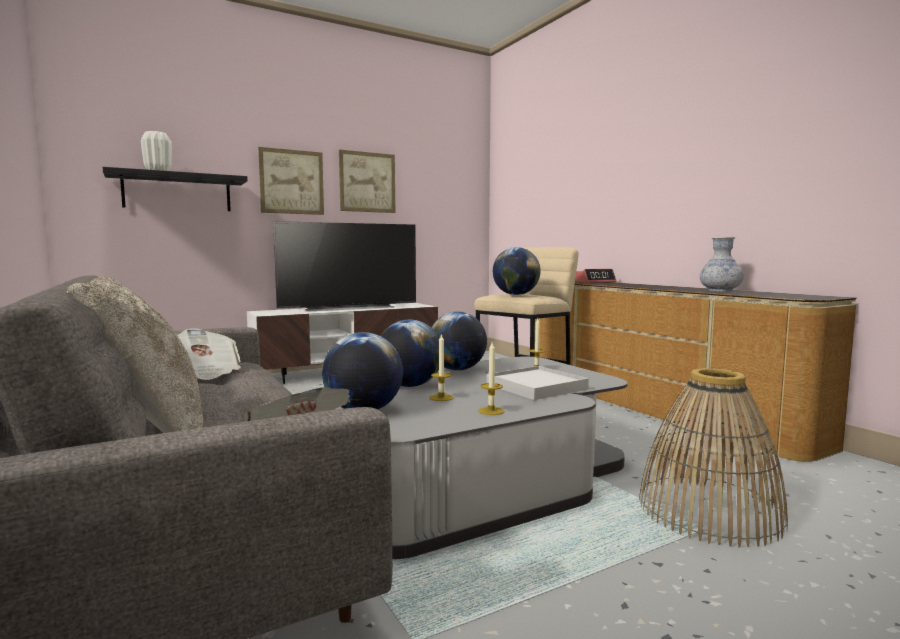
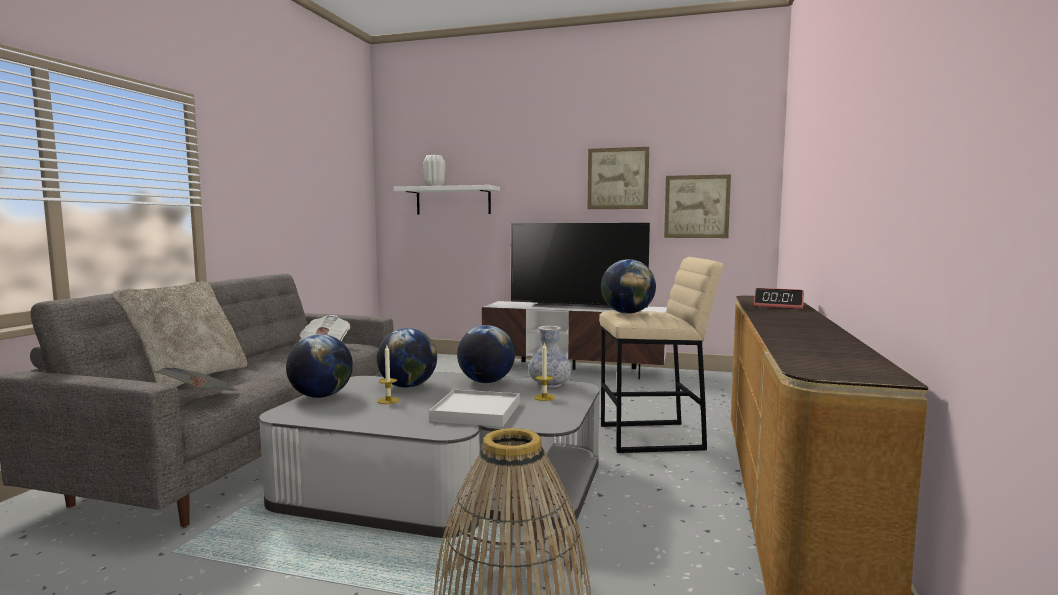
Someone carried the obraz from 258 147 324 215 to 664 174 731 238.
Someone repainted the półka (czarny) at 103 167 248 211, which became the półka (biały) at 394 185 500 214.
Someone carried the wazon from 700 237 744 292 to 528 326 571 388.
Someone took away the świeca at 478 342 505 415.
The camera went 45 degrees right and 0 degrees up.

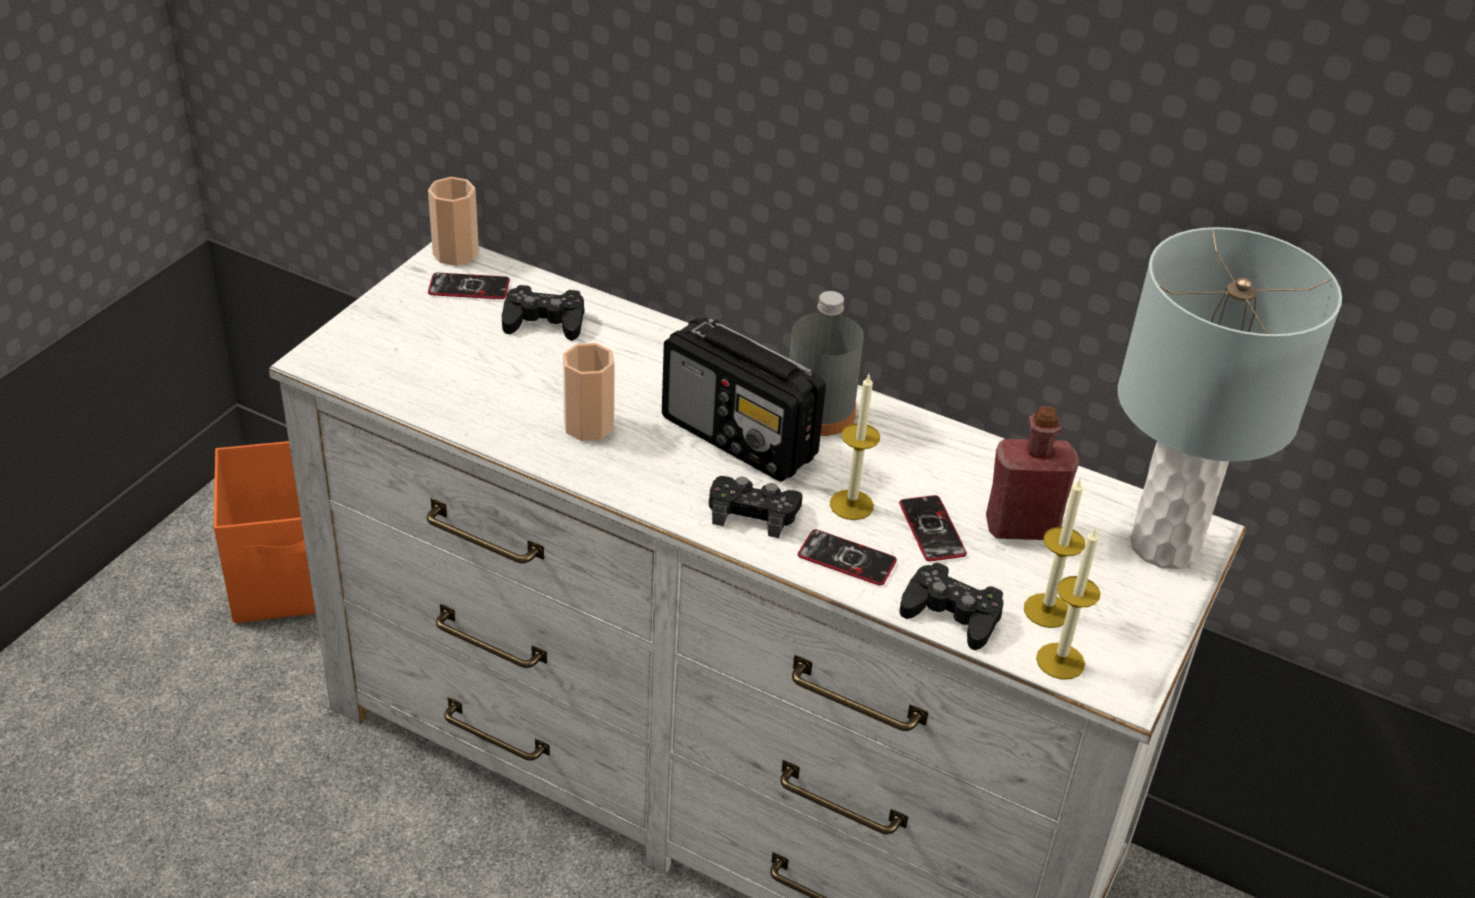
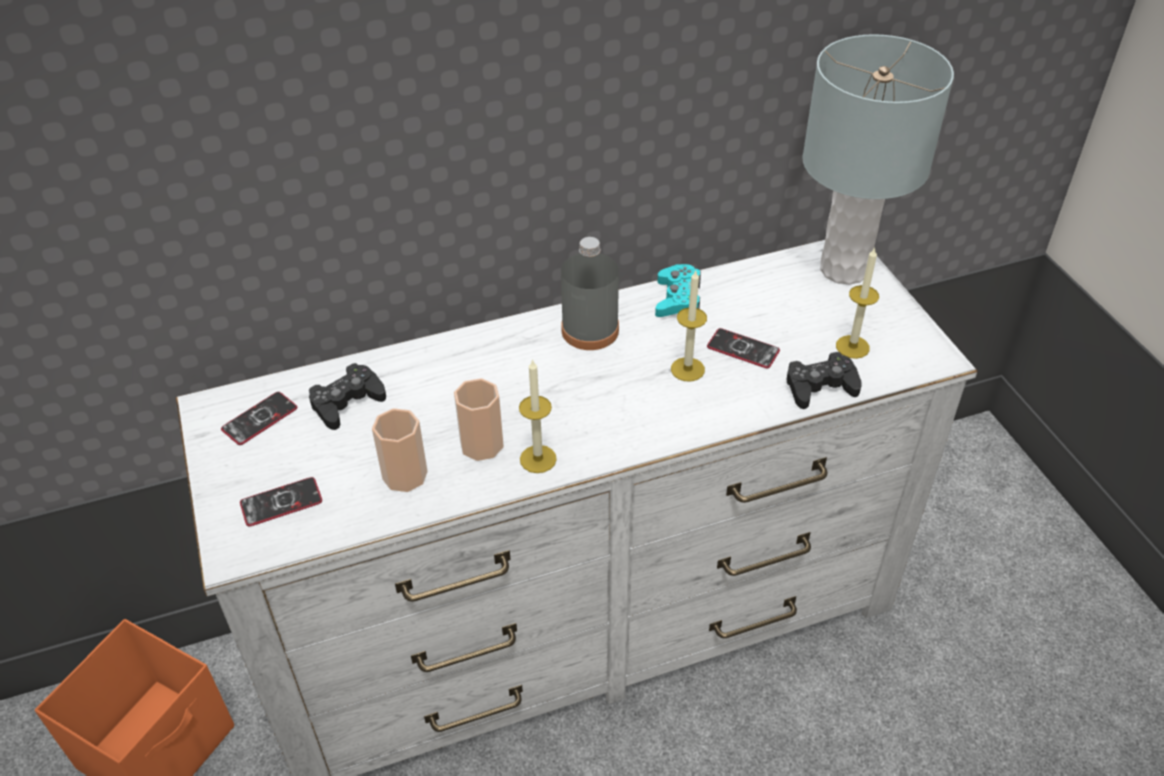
Someone carried the filiżanka from 428 177 479 266 to 372 408 428 492.
Someone took away the radio at 662 318 826 482.
Someone took away the butelka (czerwony) at 986 406 1080 540.
Someone took away the pad do gier (czarny) at 709 476 803 538.
Someone carried the świeca from 1036 527 1101 680 to 519 359 557 473.
Someone carried the telefon from 798 529 897 585 to 240 477 322 527.
Someone put down the pad do gier (turkusowy) at 655 264 701 317.
The camera went 45 degrees left and 5 degrees up.

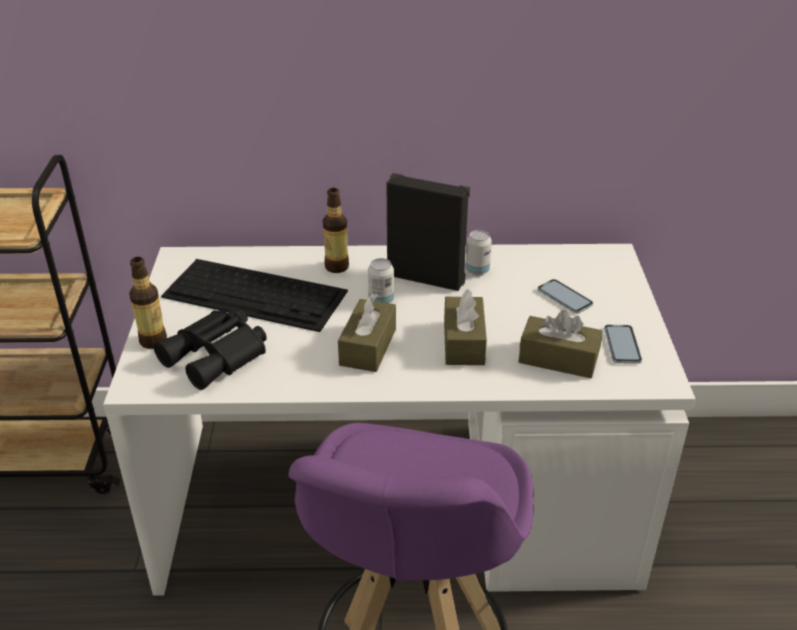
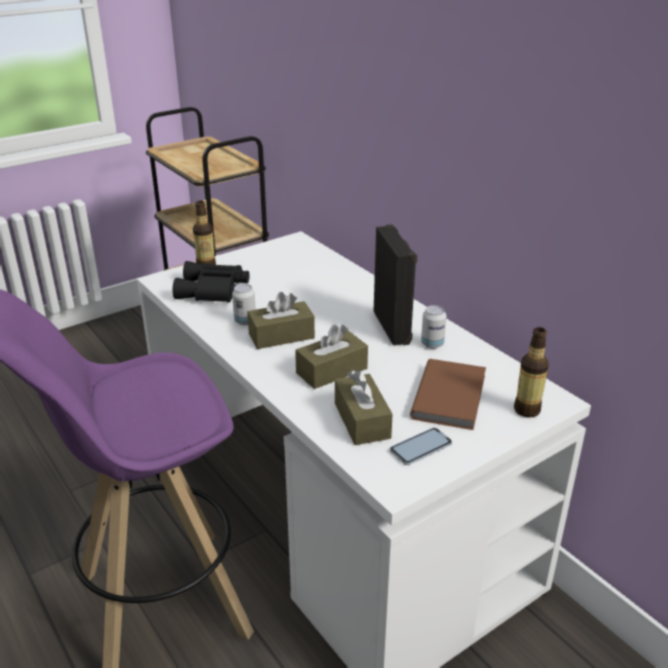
Someone carried the butelka from 323 188 349 273 to 514 327 549 418.
Someone carried the puszka from 368 258 394 303 to 232 284 256 325.
Someone took away the klawiatura at 161 259 348 332.
Someone swapped the telefon at 537 279 593 314 for the książka (brązowy) at 410 359 486 430.
The camera went 55 degrees right and 5 degrees down.

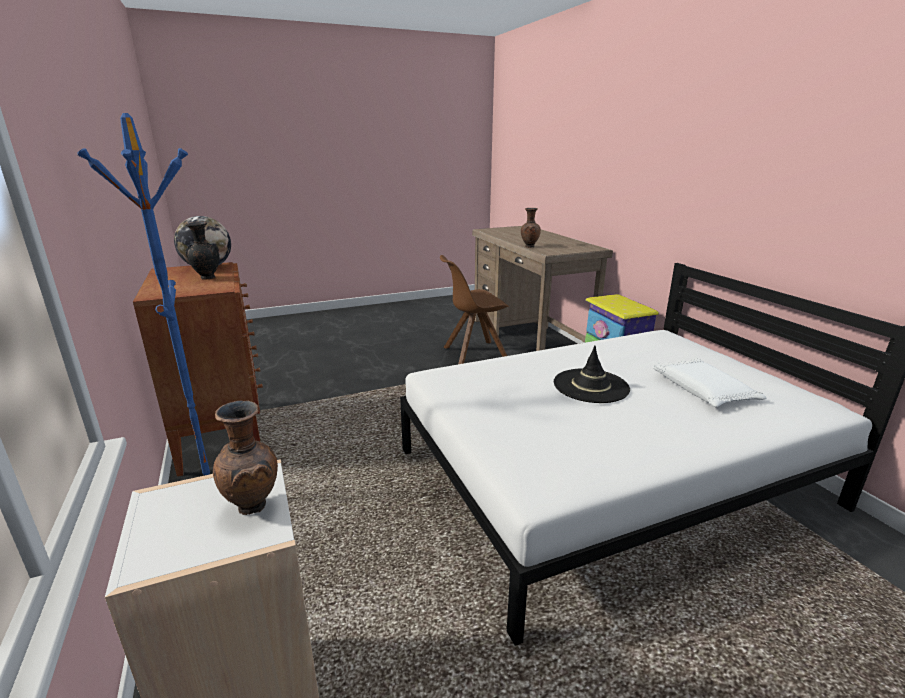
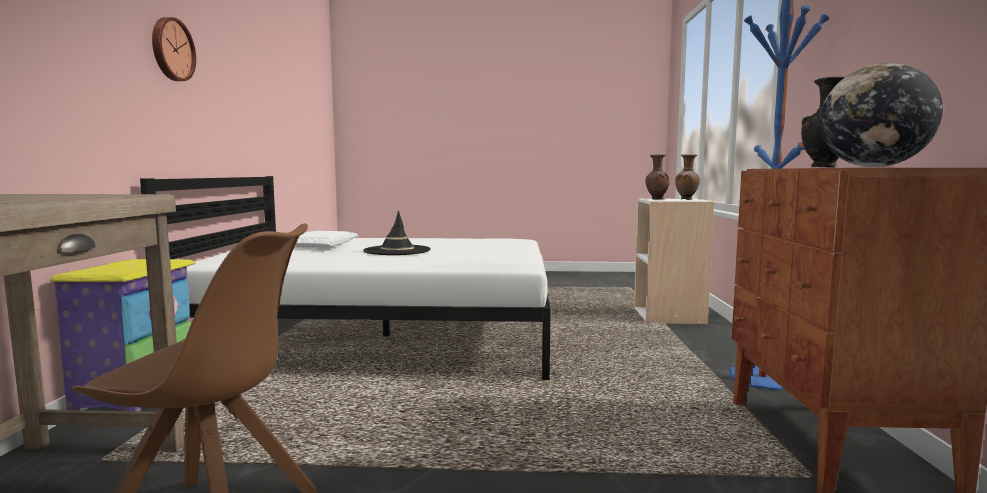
Someone carried the wazon (brązowy) from 521 208 541 248 to 675 154 700 200.
Someone put up the zegar ścienny at 152 17 196 81.
The camera went 155 degrees left and 15 degrees down.

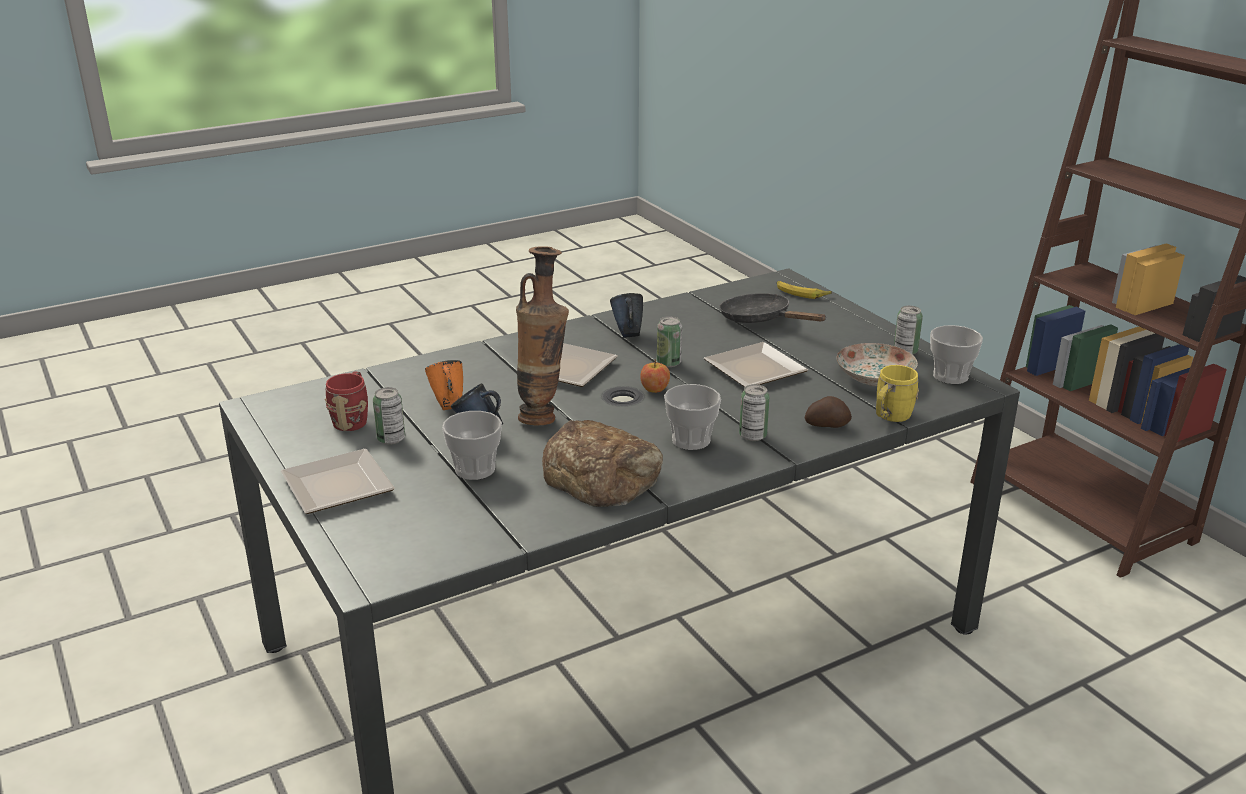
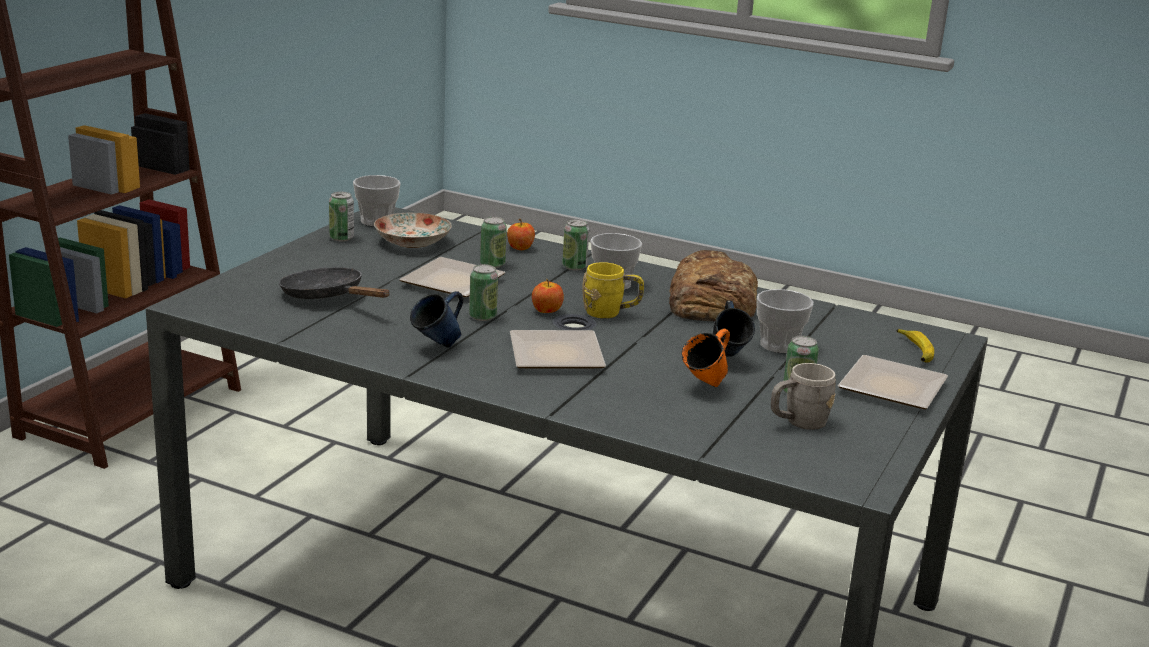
Someone took away the wazon at 516 246 569 425.
Someone carried the banan from 777 281 832 299 to 897 329 934 363.
Someone rotated the patelnia (czarny) at 719 293 826 323 by 120 degrees clockwise.
Someone carried the kubek (żółty) from 876 365 919 422 to 582 262 644 319.
Someone repainted the kubek (czerwony) at 325 372 368 431, which became the kubek (szary) at 771 363 836 430.
Someone swapped the ziemniak at 805 396 852 428 for the jabłko at 507 219 535 250.
Someone put down the puszka at 480 217 507 268.
The camera went 125 degrees left and 5 degrees down.

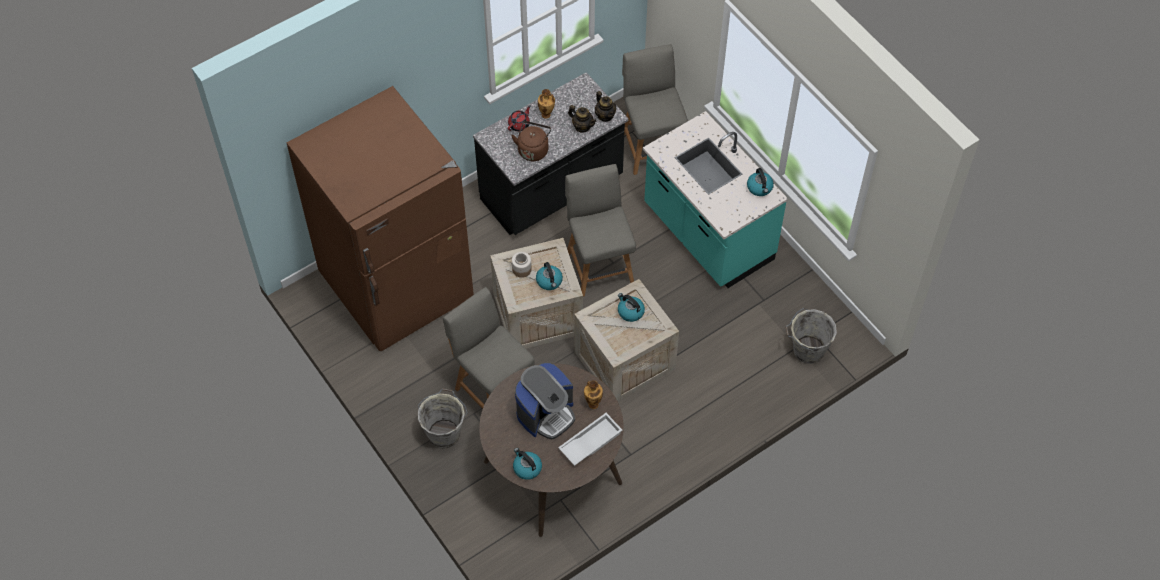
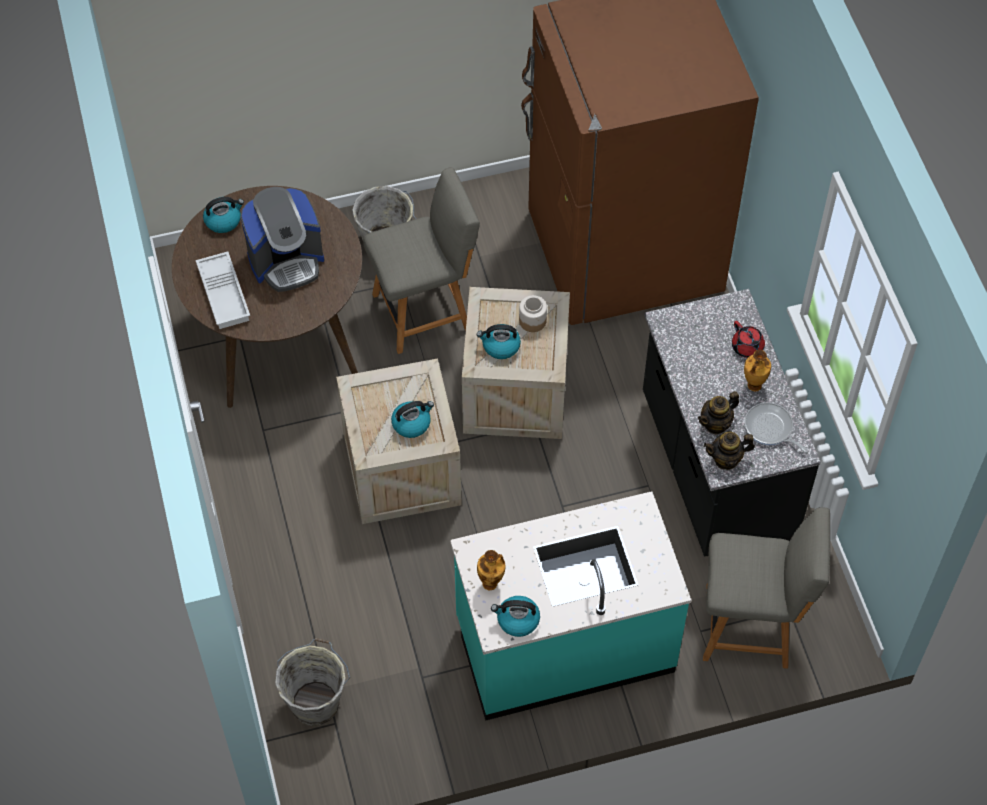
Someone took away the czajnik (brązowy) at 511 121 551 161.
Someone took away the krzesło (szary) at 565 164 636 296.
Someone rotated the ekspres do kawy at 515 363 575 440 by 90 degrees counterclockwise.
Someone carried the wazon from 584 380 603 409 to 477 550 505 590.
Someone put down the patelnia at 745 402 808 452.
The camera went 110 degrees right and 0 degrees up.

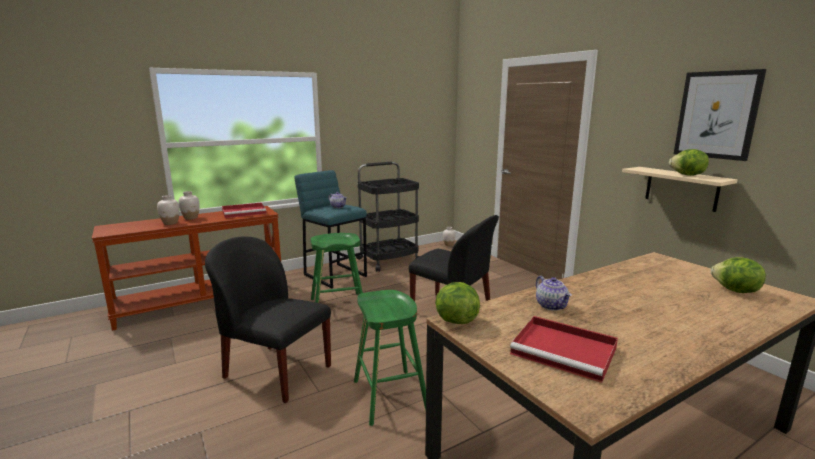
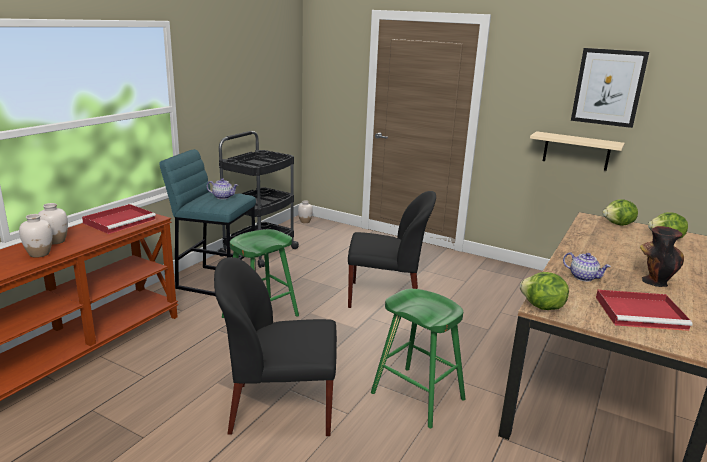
Someone carried the sałata from 669 149 709 176 to 603 199 638 226.
Someone put down the wazon at 640 226 684 287.
The camera went 30 degrees left and 5 degrees up.

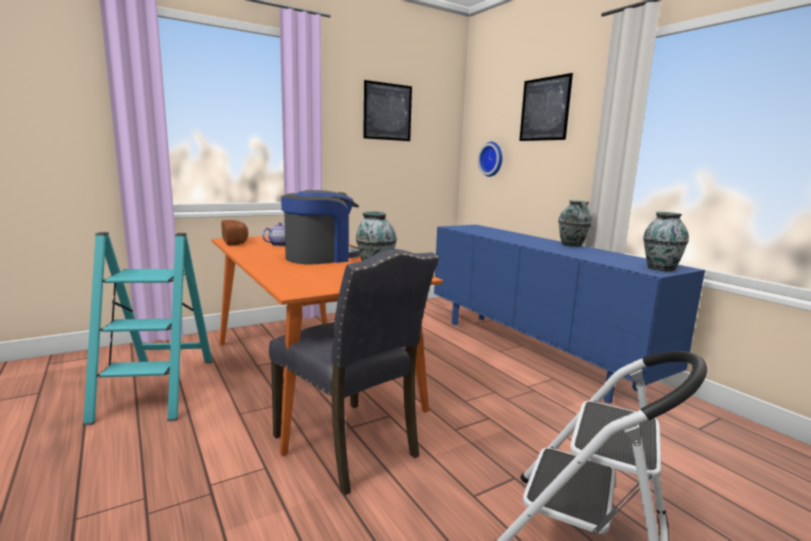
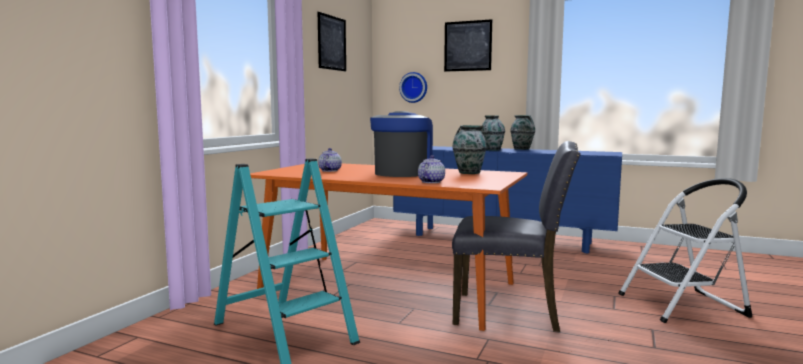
Someone carried the wazon from 643 212 689 271 to 481 115 505 151.
Someone took away the chleb at 221 220 248 245.
Someone put down the imbryk at 418 155 445 183.
The camera went 35 degrees left and 5 degrees down.

